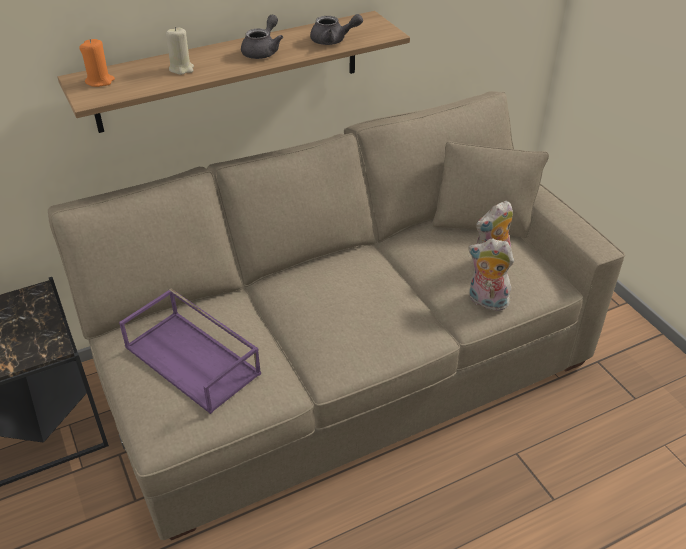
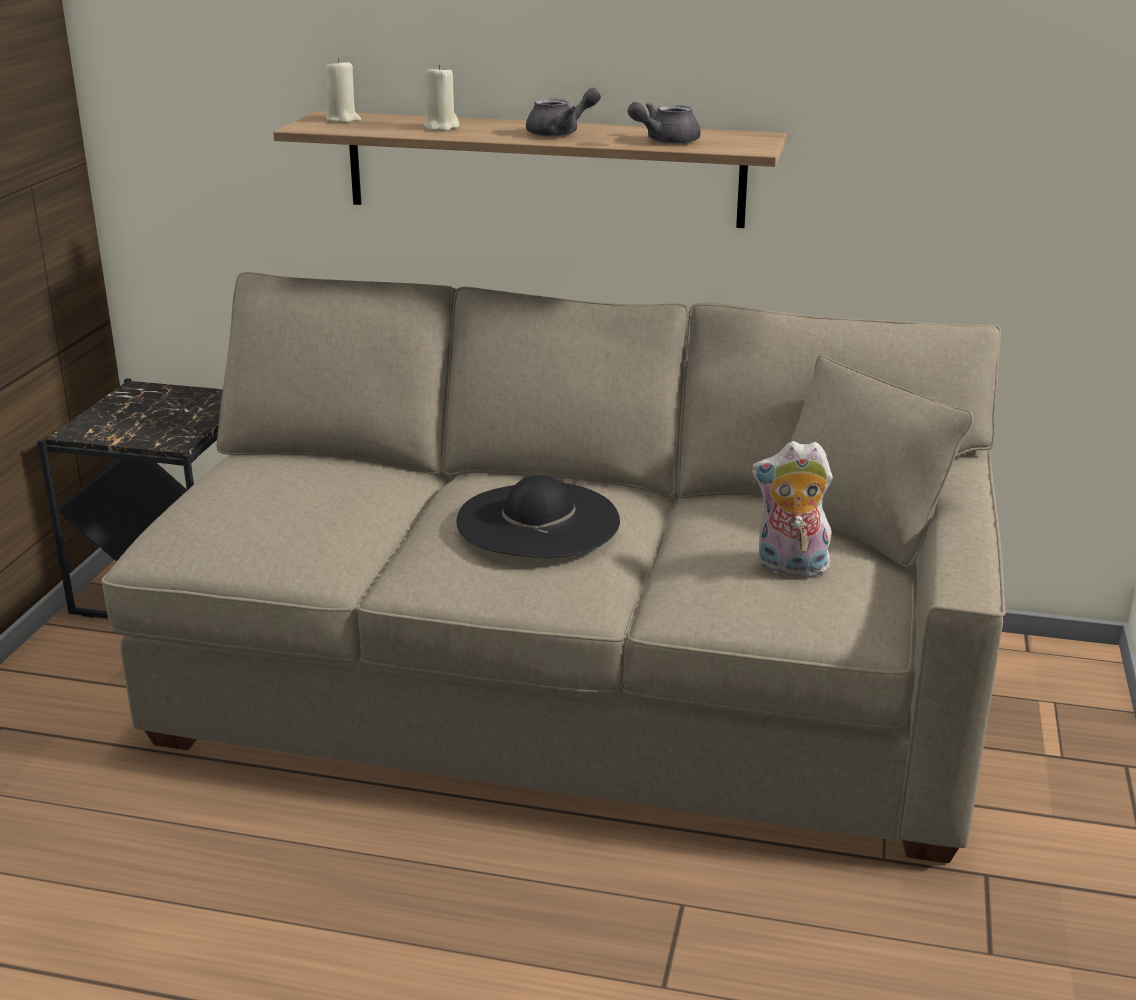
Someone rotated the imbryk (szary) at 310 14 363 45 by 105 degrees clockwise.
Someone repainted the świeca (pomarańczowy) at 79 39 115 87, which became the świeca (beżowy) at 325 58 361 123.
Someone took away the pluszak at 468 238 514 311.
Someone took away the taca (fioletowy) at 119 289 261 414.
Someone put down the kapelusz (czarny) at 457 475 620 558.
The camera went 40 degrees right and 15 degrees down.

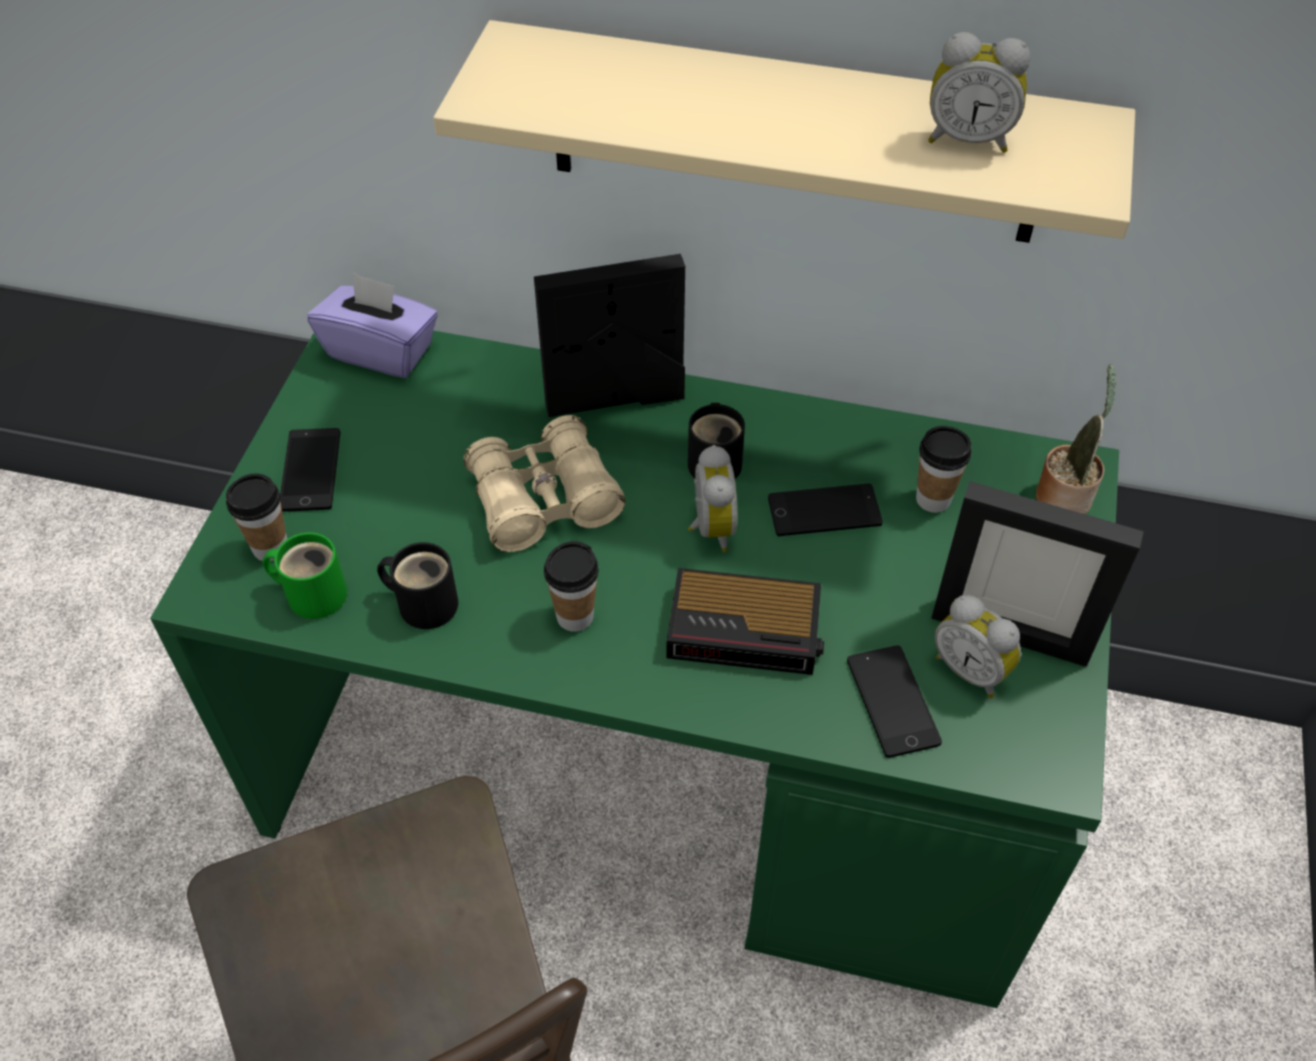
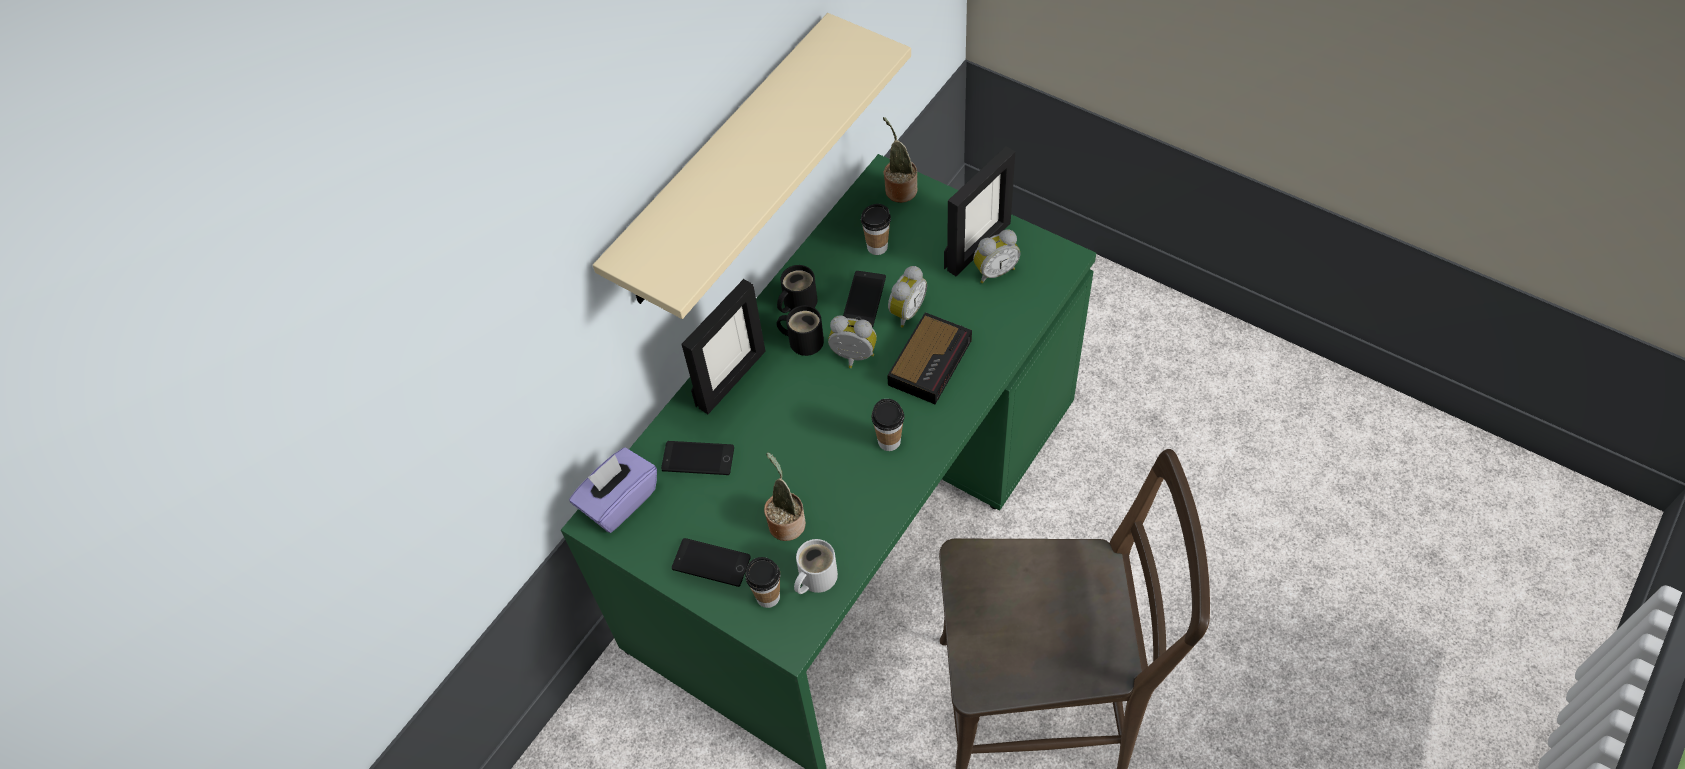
Someone carried the budzik from 928 32 1031 153 to 888 266 927 328.
Someone rotated the ramka na zdjęcie at 534 254 685 417 by 150 degrees counterclockwise.
Someone took away the lornetka (beżowy) at 464 415 625 552.
Someone repainted the kubek (zielony) at 263 532 347 619, which became the kubek (biały) at 794 539 838 594.
Someone carried the kubek (czarny) from 377 542 458 629 to 777 265 817 313.
Someone carried the telefon from 847 645 942 758 to 661 441 734 475.
Someone put down the roślina doniczkowa at 764 453 806 541.
The camera went 65 degrees left and 5 degrees up.

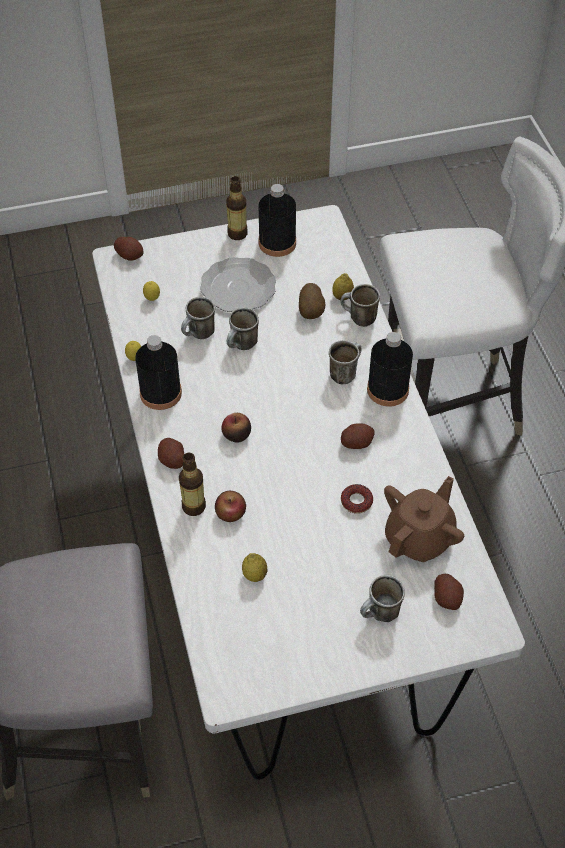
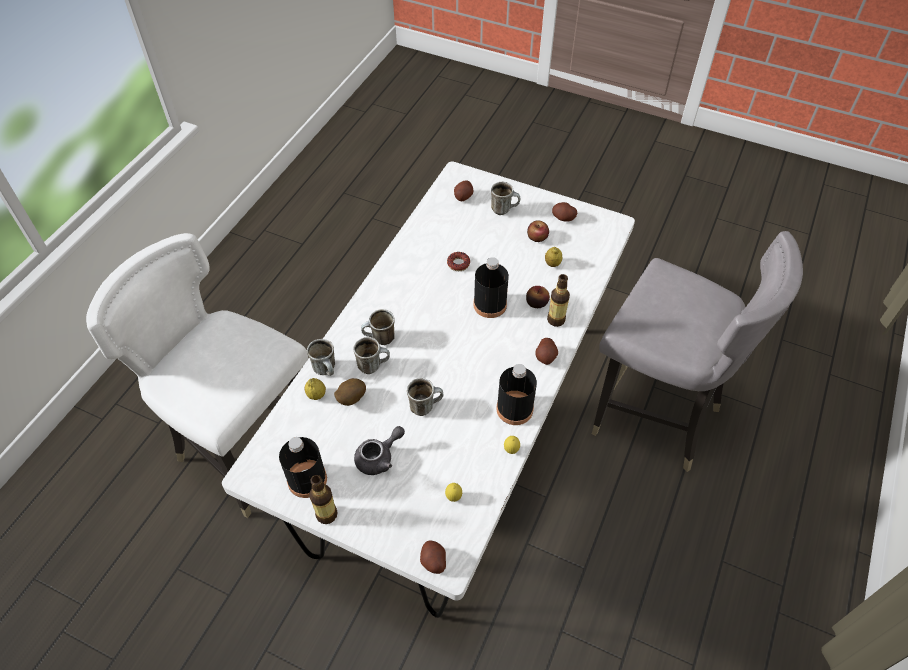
Someone swapped the talerz at 200 257 276 312 for the imbryk (szary) at 354 426 405 475.
Someone carried the kubek from 181 297 215 339 to 354 337 390 374.
Someone carried the butelka (czarny) from 367 332 413 407 to 473 257 509 318.
Someone carried the jabłko from 221 413 251 443 to 527 220 549 242.
Someone carried the ziemniak from 341 423 375 449 to 552 202 577 222.
Someone took away the imbryk (brązowy) at 384 476 464 562.
The camera went 140 degrees left and 0 degrees up.

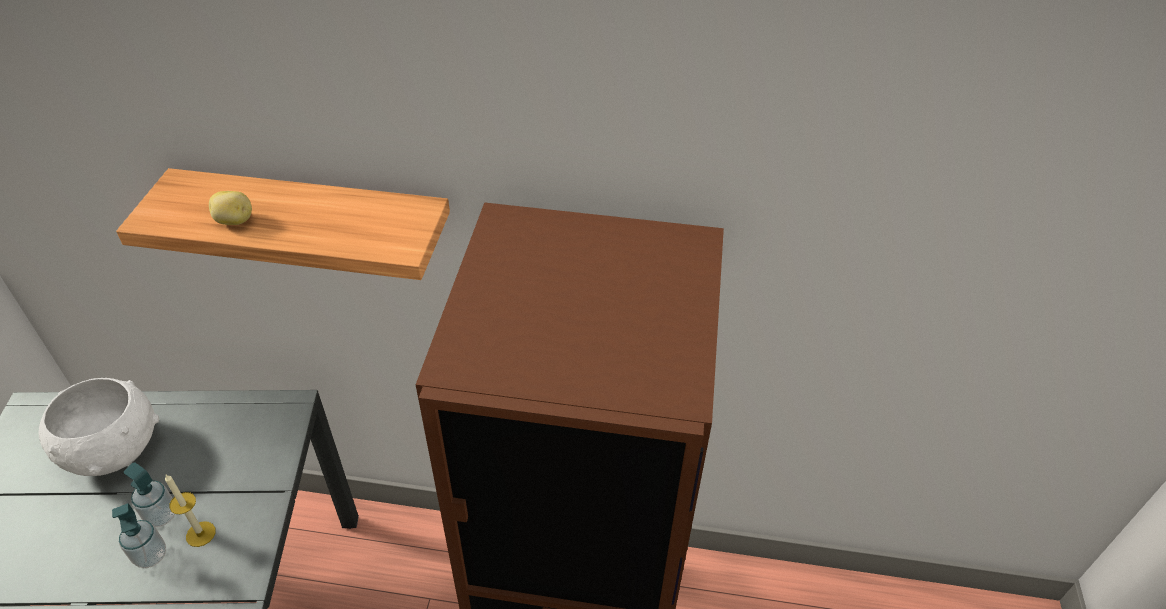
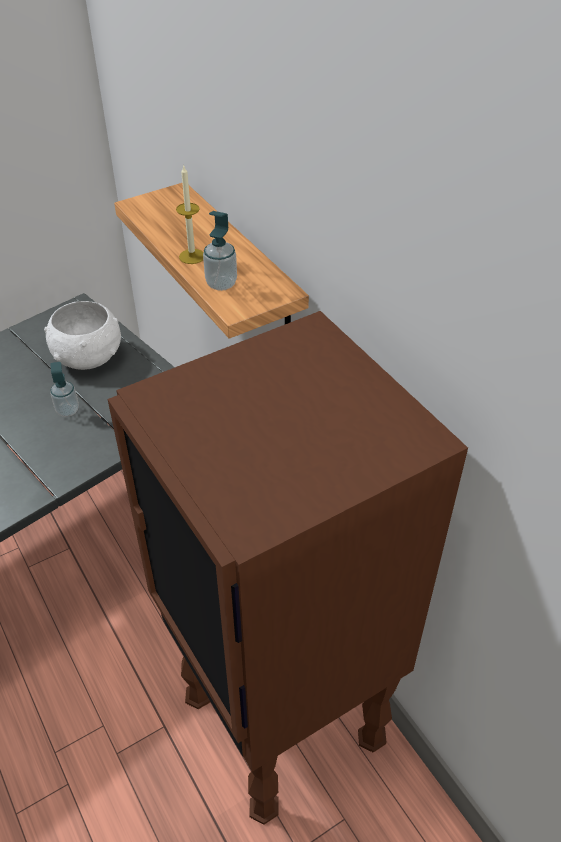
Someone took away the ziemniak at 209 191 252 225.
Someone carried the świeca from 165 475 216 547 to 176 166 203 264.
Someone carried the dozownik mydła from 112 503 166 568 to 203 211 237 291.
The camera went 50 degrees right and 0 degrees up.

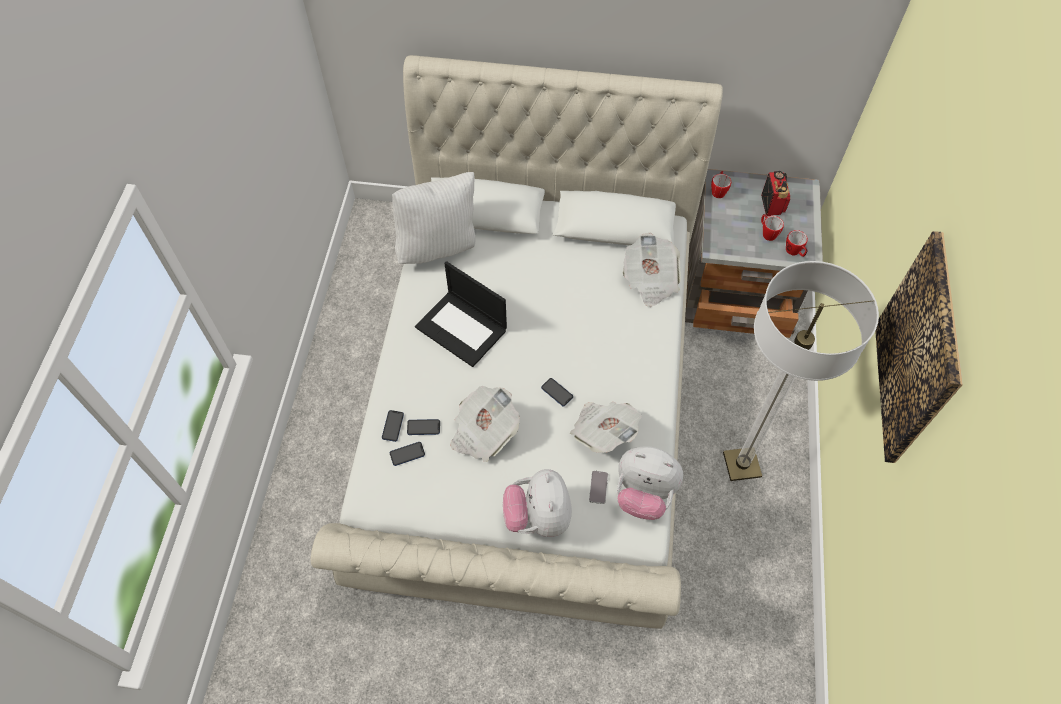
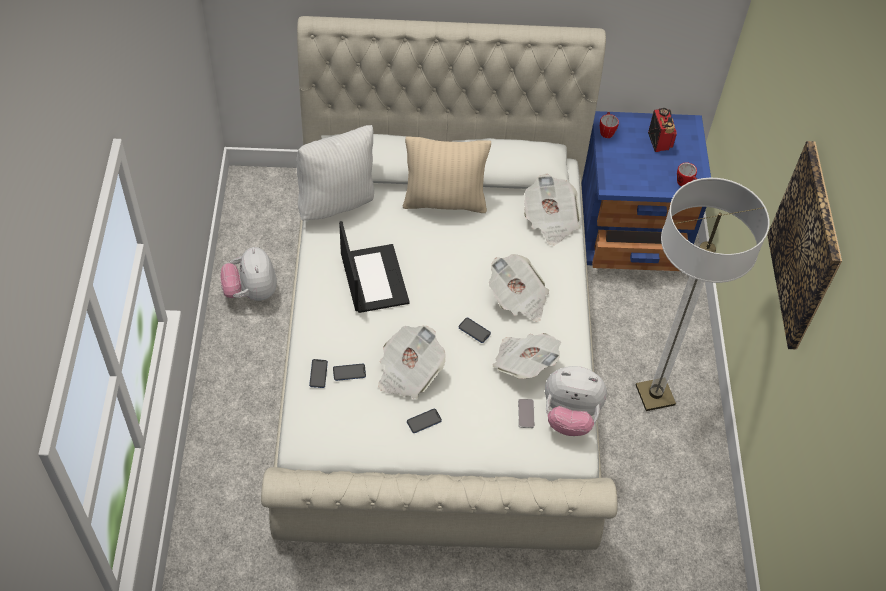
Someone repainted the szafka nocna (szary) at 685 169 823 338, which became the szafka nocna (niebieski) at 581 111 711 271.
Someone took away the kubek at 761 214 784 241.
Someone rotated the laptop at 415 261 507 367 by 135 degrees counterclockwise.
Someone carried the telefon from 390 442 425 466 to 407 409 442 433.
Someone carried the pluszak from 503 469 572 537 to 220 247 277 301.
Someone put down the poduszka (beżowy) at 403 136 491 213.
Someone put down the gazeta at 489 254 549 322.
The camera went 10 degrees left and 5 degrees down.

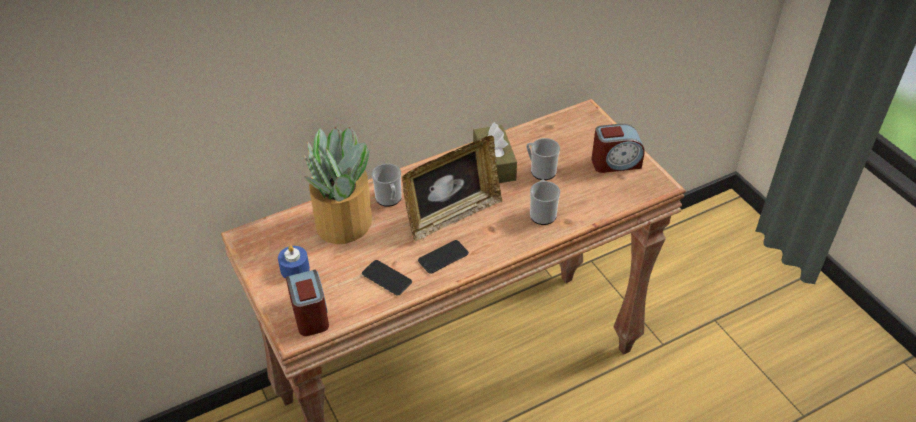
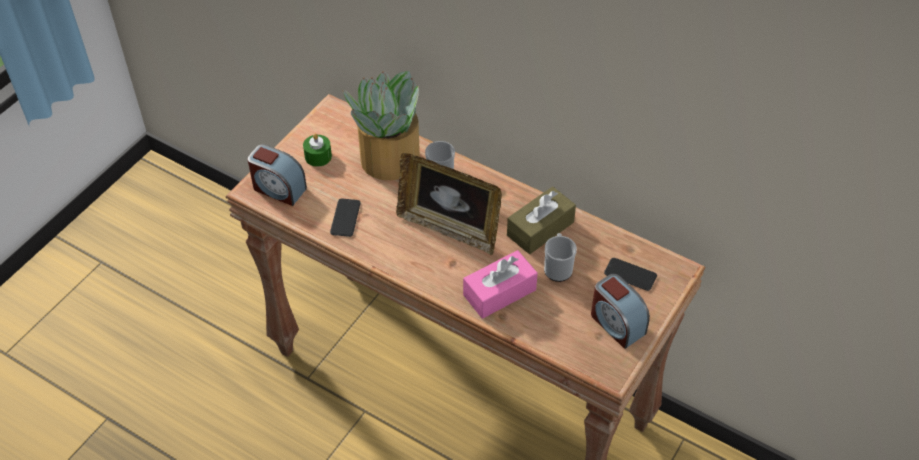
Someone swapped the kubek at 530 179 560 225 for the pudełko chusteczek (różowy) at 463 250 538 319.
Someone carried the telefon from 418 240 469 274 to 604 258 657 291.
Someone repainted the świeca (niebieski) at 278 245 310 279, which became the świeca (zielony) at 303 134 332 167.
Someone rotated the budzik at 286 270 329 336 by 75 degrees clockwise.
The camera went 60 degrees right and 5 degrees up.

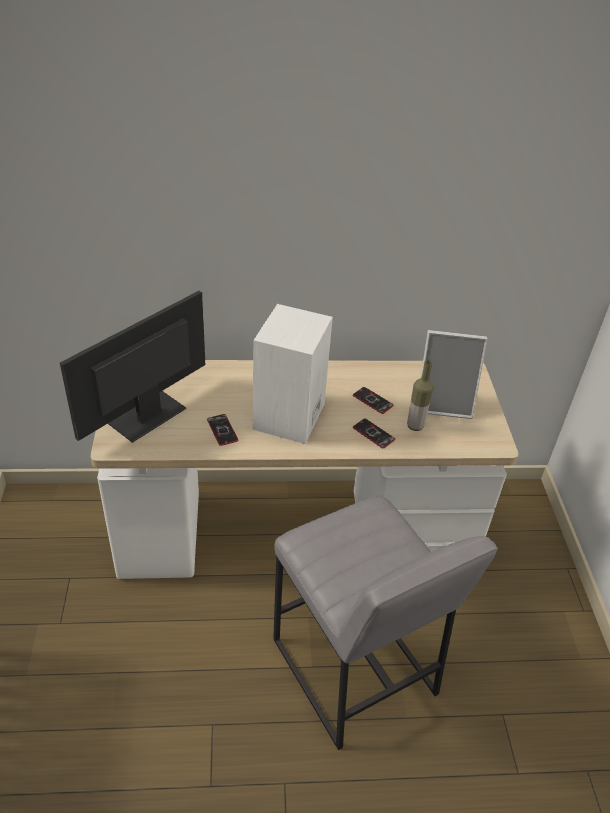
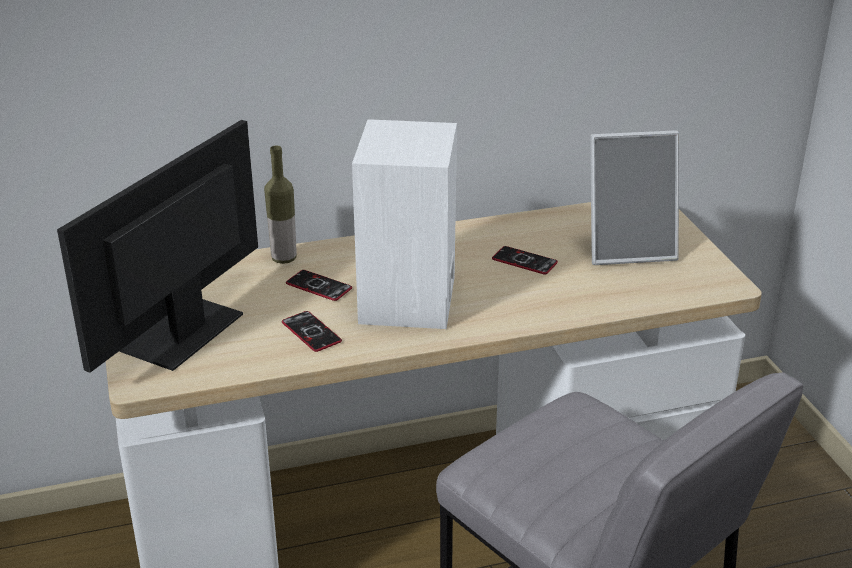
Someone carried the butelka from 407 360 434 431 to 264 145 297 264.
Someone carried the telefon from 353 419 395 448 to 286 270 352 301.
The camera went 10 degrees left and 10 degrees down.

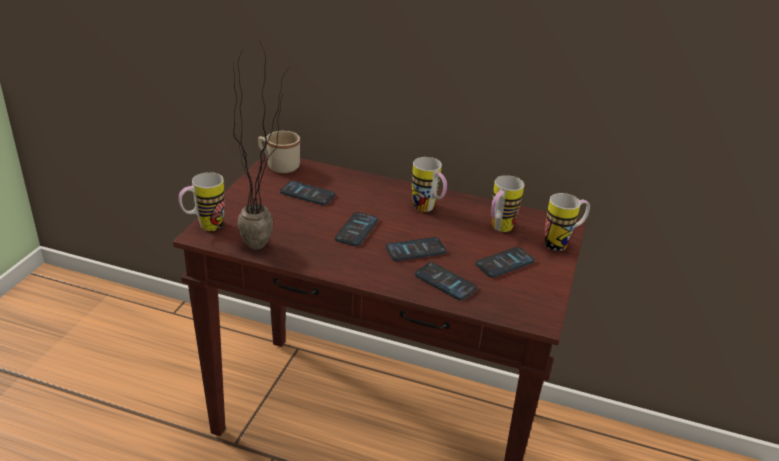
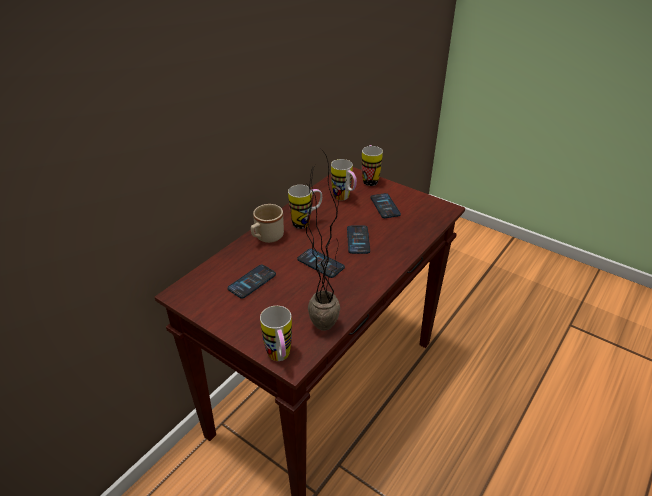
Someone carried the kubek (beżowy) from 258 131 300 173 to 251 204 284 243.
Someone took away the telefon at 415 262 477 300.
The camera went 70 degrees left and 5 degrees up.

